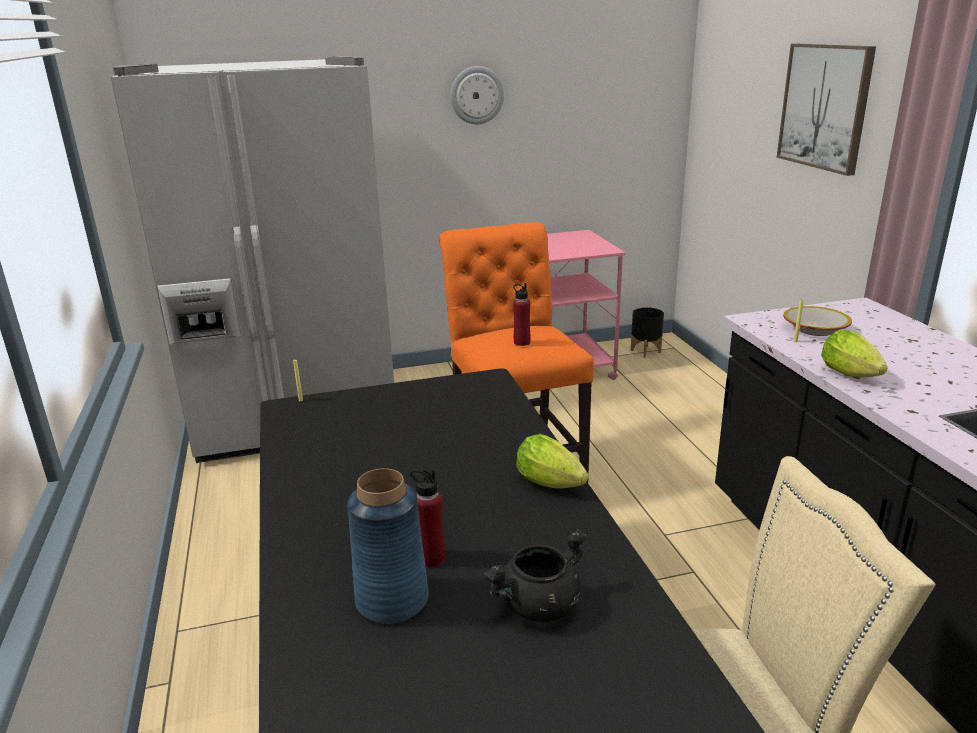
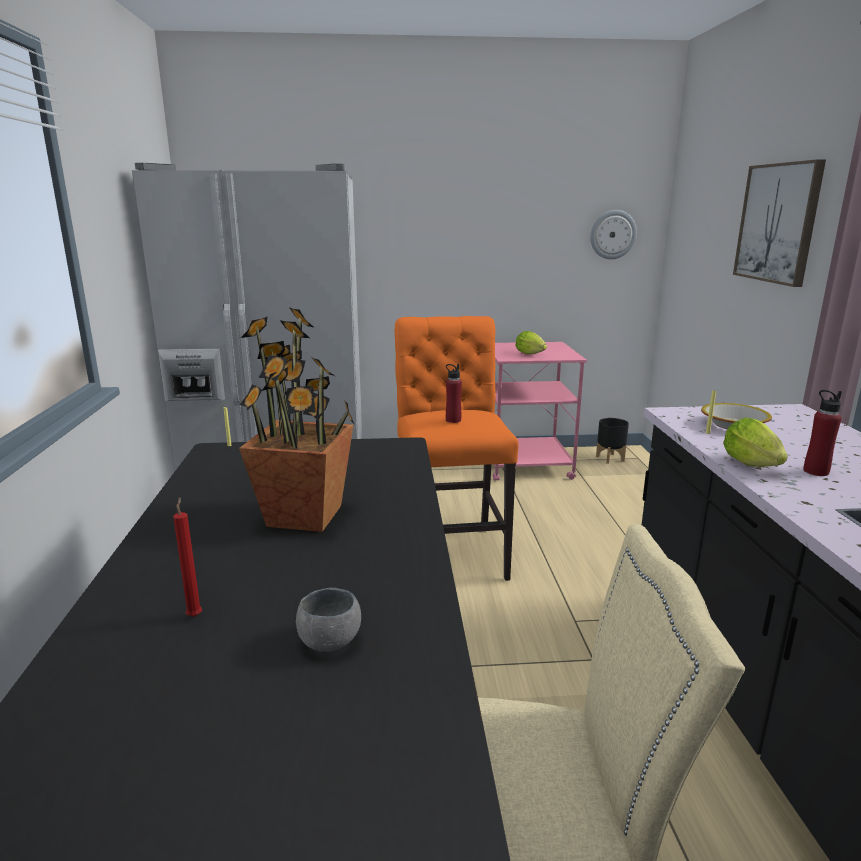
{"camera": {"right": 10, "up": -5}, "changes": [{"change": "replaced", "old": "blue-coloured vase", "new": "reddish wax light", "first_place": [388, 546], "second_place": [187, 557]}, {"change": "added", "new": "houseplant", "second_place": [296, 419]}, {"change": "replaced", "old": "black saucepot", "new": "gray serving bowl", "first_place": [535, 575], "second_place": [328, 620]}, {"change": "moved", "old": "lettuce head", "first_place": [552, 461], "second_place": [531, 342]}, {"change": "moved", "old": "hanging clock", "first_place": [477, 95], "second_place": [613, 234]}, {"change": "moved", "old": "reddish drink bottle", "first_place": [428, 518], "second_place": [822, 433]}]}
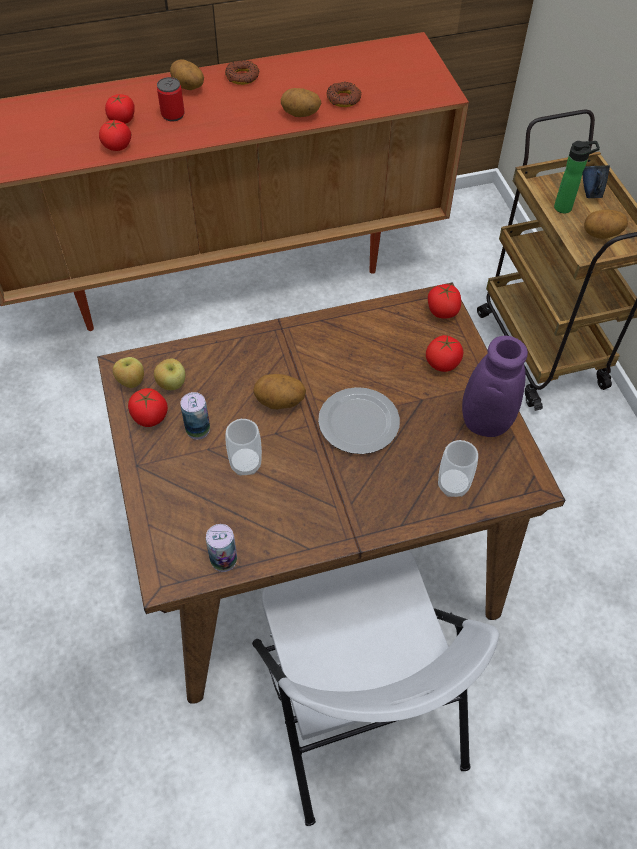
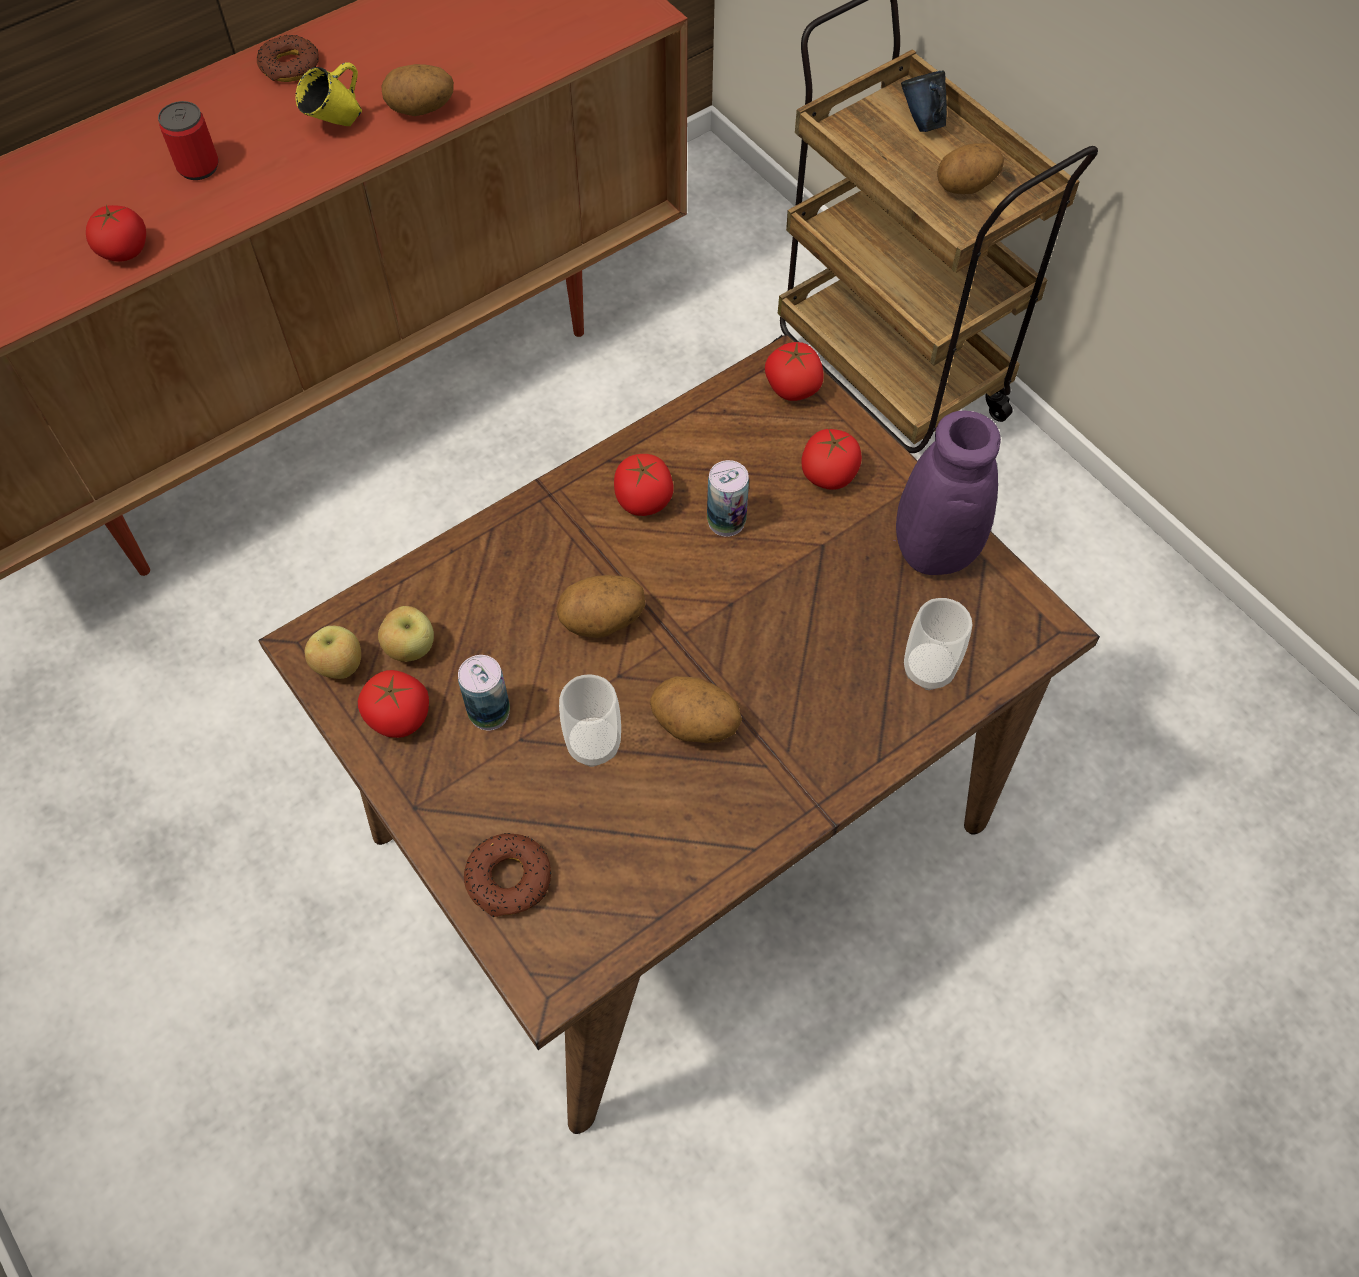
{"camera": {"right": -20, "up": 5}, "changes": [{"change": "added", "new": "yellowish mug", "second_place": [328, 94]}, {"change": "moved", "old": "donut", "first_place": [343, 94], "second_place": [507, 875]}, {"change": "moved", "old": "fresh tomato", "first_place": [120, 109], "second_place": [644, 485]}, {"change": "moved", "old": "potato", "first_place": [187, 74], "second_place": [696, 709]}, {"change": "moved", "old": "can", "first_place": [221, 548], "second_place": [728, 498]}, {"change": "removed", "old": "white upright chair", "first_place": [375, 688]}, {"change": "removed", "old": "flat dish", "first_place": [359, 420]}, {"change": "removed", "old": "drink bottle", "first_place": [577, 177]}]}
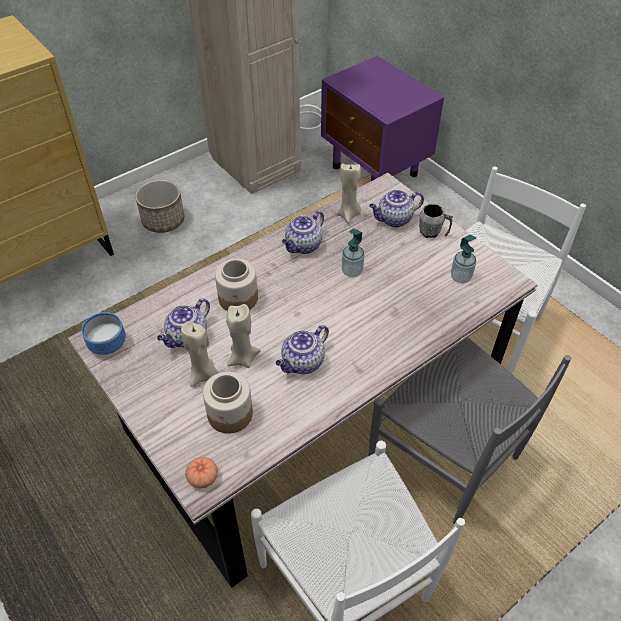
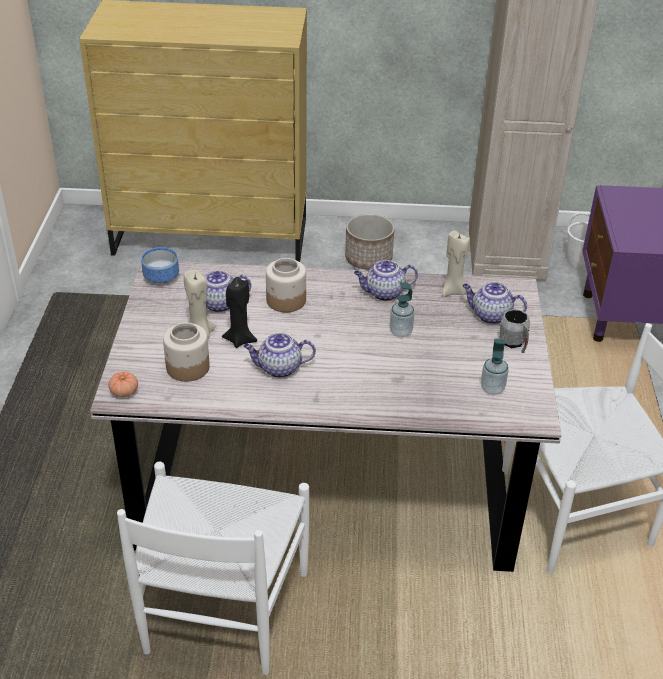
{"camera": {"right": 40, "up": -10}, "changes": [{"change": "recoloured", "old": "beige wax light", "new": "black wax light", "first_place": [243, 336], "second_place": [239, 312]}, {"change": "removed", "old": "gray upright chair", "first_place": [469, 431]}]}
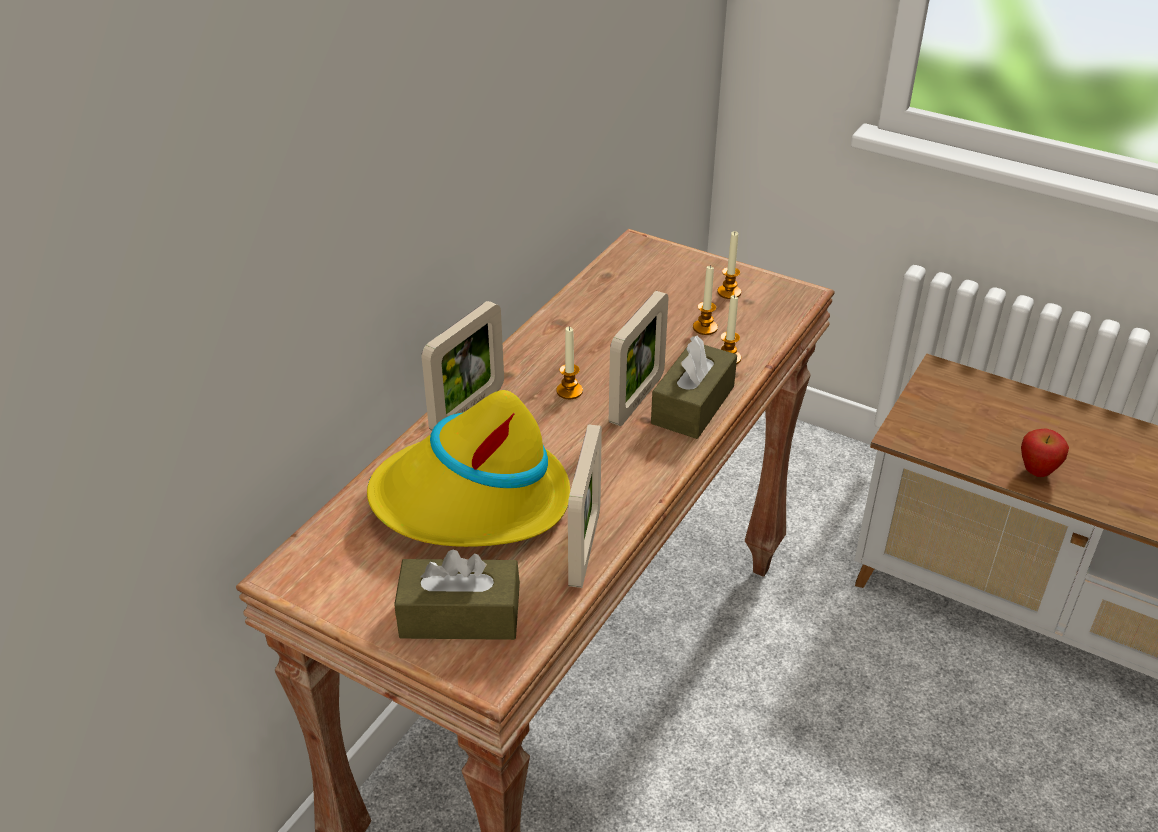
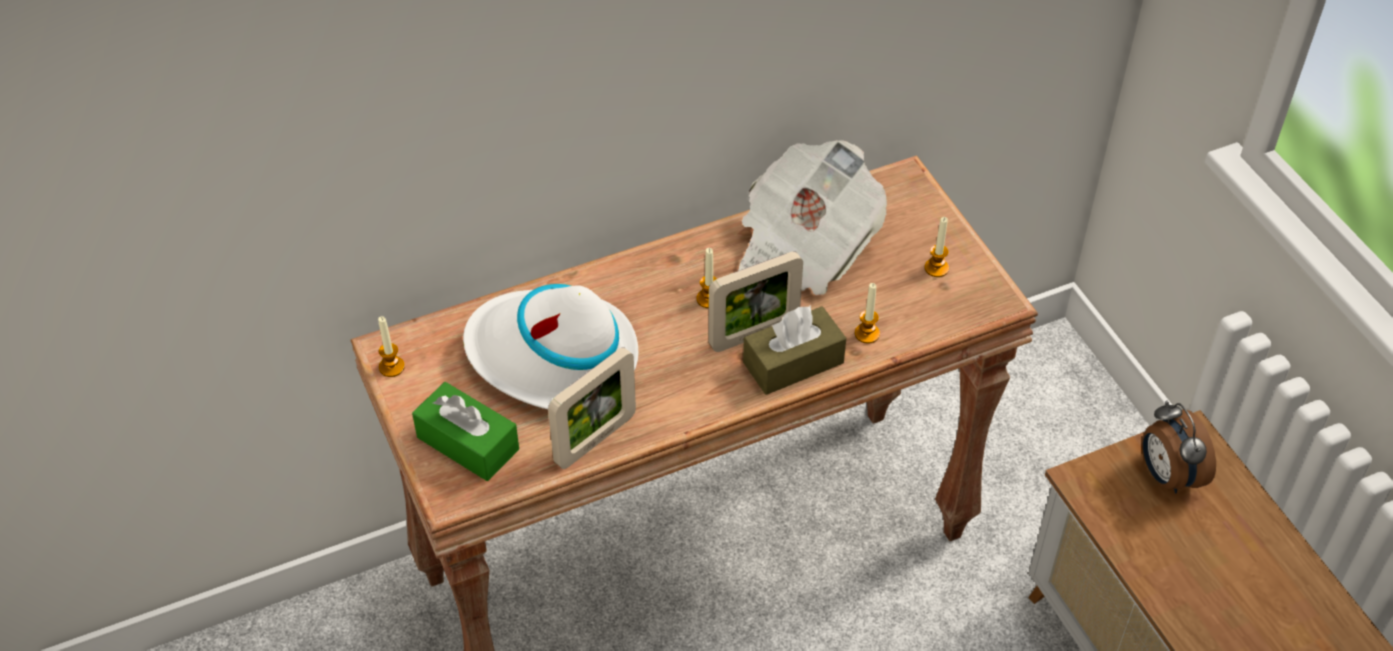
{"camera": {"right": 35, "up": 10}, "changes": [{"change": "moved", "old": "wax light", "first_place": [705, 300], "second_place": [391, 346]}, {"change": "recoloured", "old": "brown-coloured tissue box", "new": "greenish tissue box", "first_place": [457, 594], "second_place": [465, 431]}, {"change": "recoloured", "old": "yellowish hat", "new": "white hat", "first_place": [468, 468], "second_place": [550, 346]}, {"change": "added", "new": "daily paper", "second_place": [812, 217]}, {"change": "added", "new": "bedside clock", "second_place": [1179, 447]}, {"change": "removed", "old": "picture frame", "first_place": [463, 366]}, {"change": "removed", "old": "apple", "first_place": [1045, 452]}]}
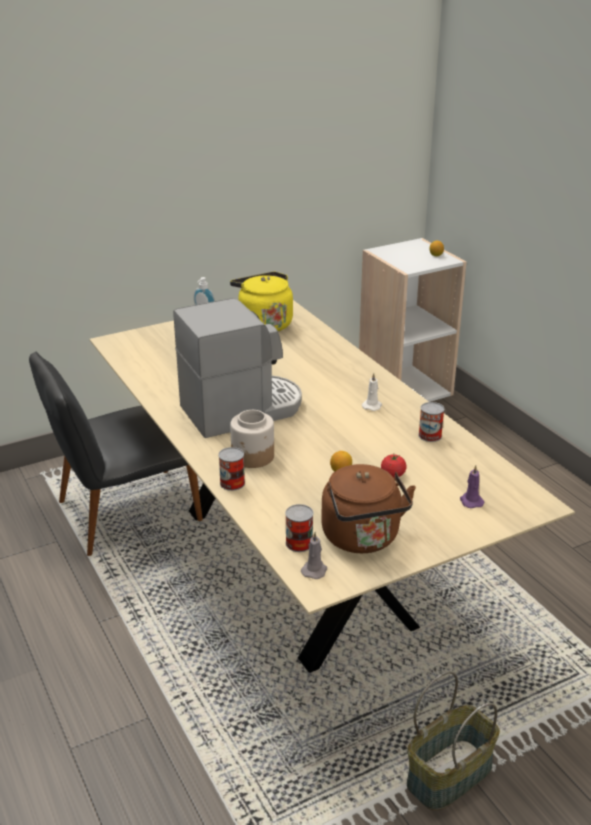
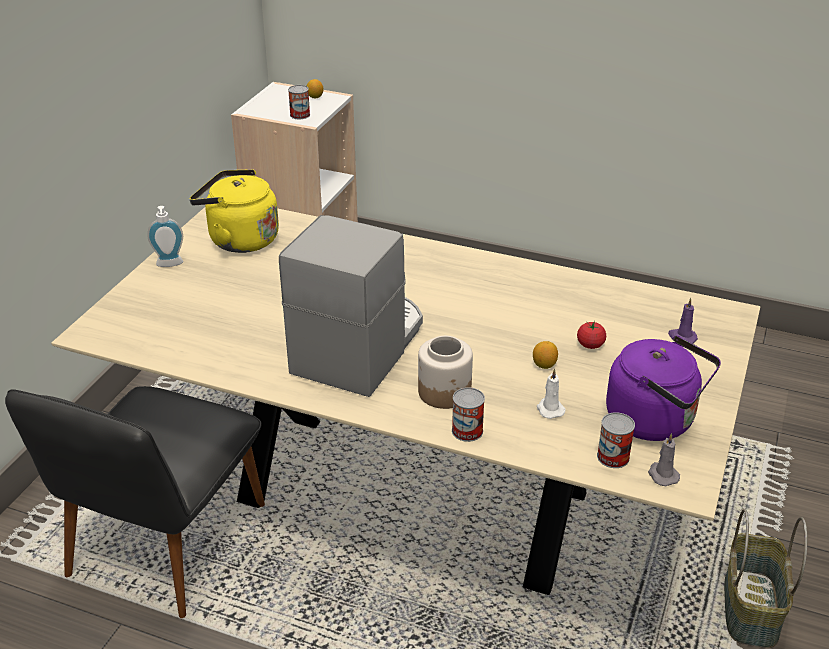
{"camera": {"right": -40, "up": 5}, "changes": [{"change": "moved", "old": "can", "first_place": [431, 422], "second_place": [299, 102]}, {"change": "moved", "old": "white wax light", "first_place": [372, 392], "second_place": [551, 393]}, {"change": "recoloured", "old": "brown-coloured kettle", "new": "purplish kettle", "first_place": [368, 508], "second_place": [663, 388]}]}
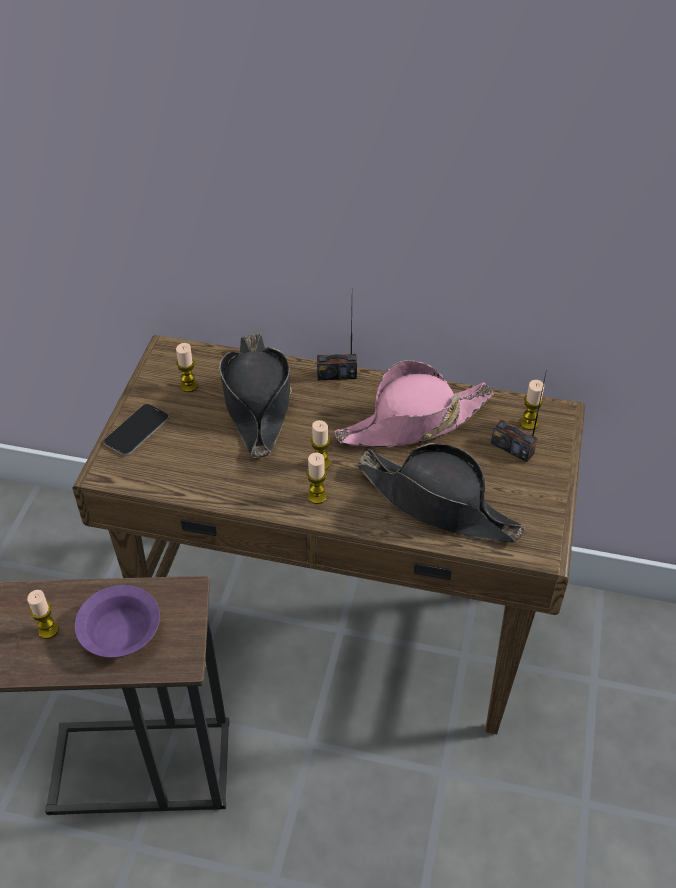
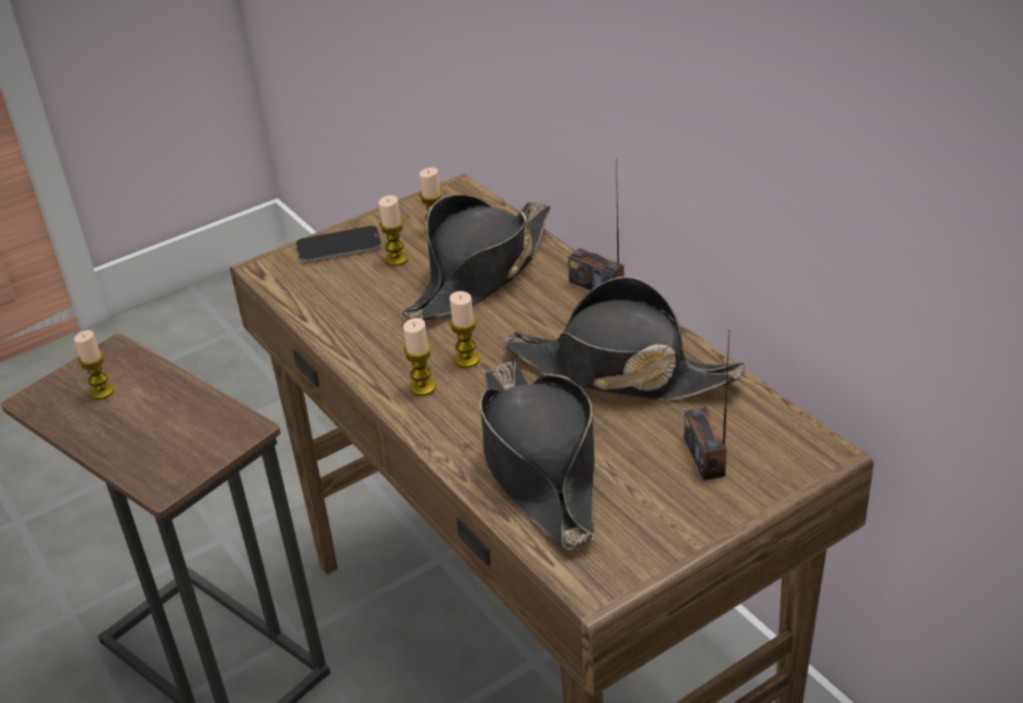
{"camera": {"right": 45, "up": -10}, "changes": [{"change": "moved", "old": "wax light", "first_place": [532, 405], "second_place": [393, 230]}, {"change": "recoloured", "old": "pink hat", "new": "black hat", "first_place": [414, 404], "second_place": [624, 338]}, {"change": "removed", "old": "purplish serving bowl", "first_place": [117, 621]}]}
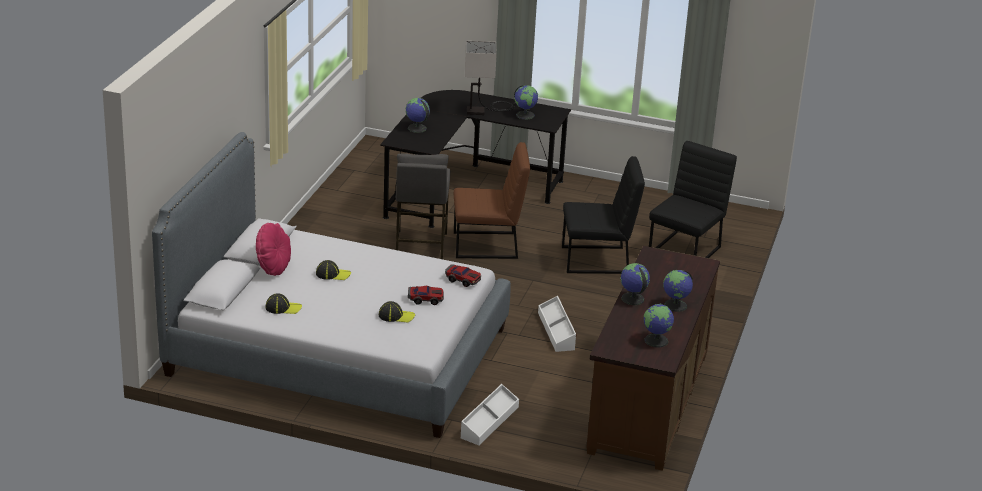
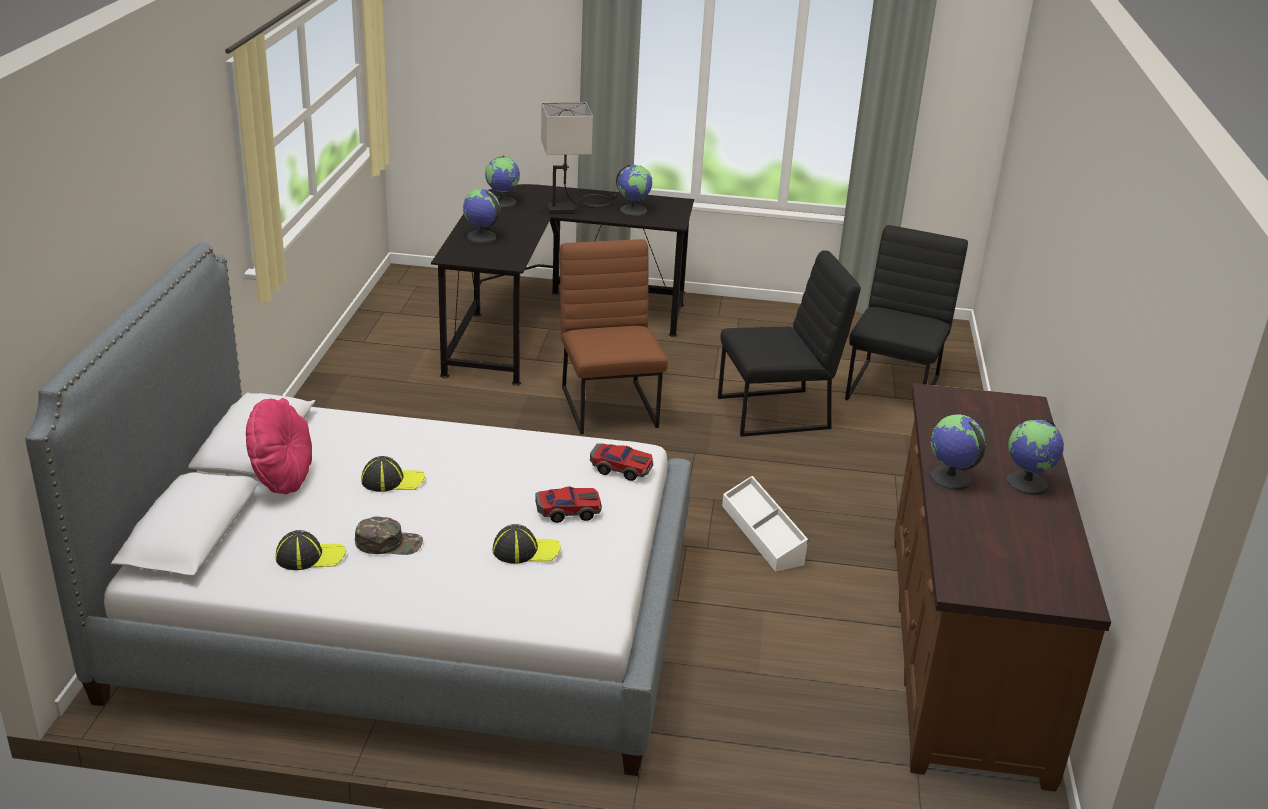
{"camera": {"right": -10, "up": 0}, "changes": [{"change": "added", "new": "greenish cap", "second_place": [389, 535]}, {"change": "moved", "old": "globe", "first_place": [659, 325], "second_place": [502, 181]}, {"change": "turned", "old": "brown-coloured upright chair", "first_place": [492, 200], "second_place": [614, 336], "degrees": -90}, {"change": "removed", "old": "gray stool seat", "first_place": [423, 206]}, {"change": "removed", "old": "white storage container", "first_place": [490, 414]}]}
